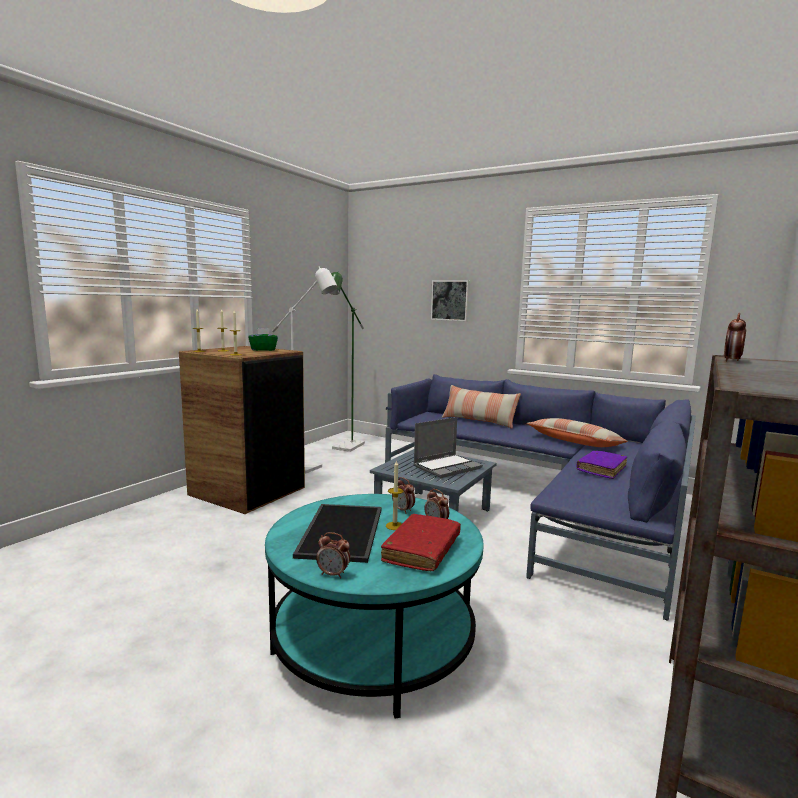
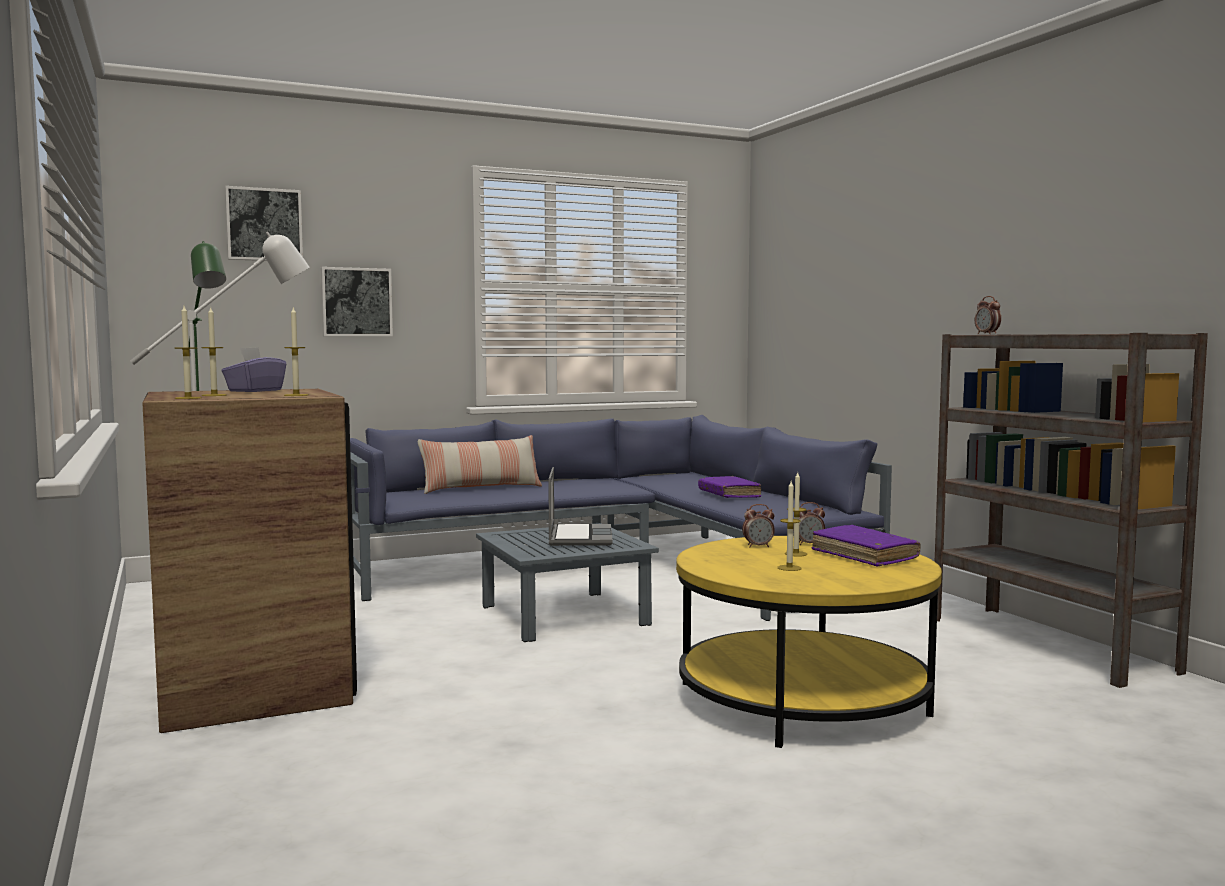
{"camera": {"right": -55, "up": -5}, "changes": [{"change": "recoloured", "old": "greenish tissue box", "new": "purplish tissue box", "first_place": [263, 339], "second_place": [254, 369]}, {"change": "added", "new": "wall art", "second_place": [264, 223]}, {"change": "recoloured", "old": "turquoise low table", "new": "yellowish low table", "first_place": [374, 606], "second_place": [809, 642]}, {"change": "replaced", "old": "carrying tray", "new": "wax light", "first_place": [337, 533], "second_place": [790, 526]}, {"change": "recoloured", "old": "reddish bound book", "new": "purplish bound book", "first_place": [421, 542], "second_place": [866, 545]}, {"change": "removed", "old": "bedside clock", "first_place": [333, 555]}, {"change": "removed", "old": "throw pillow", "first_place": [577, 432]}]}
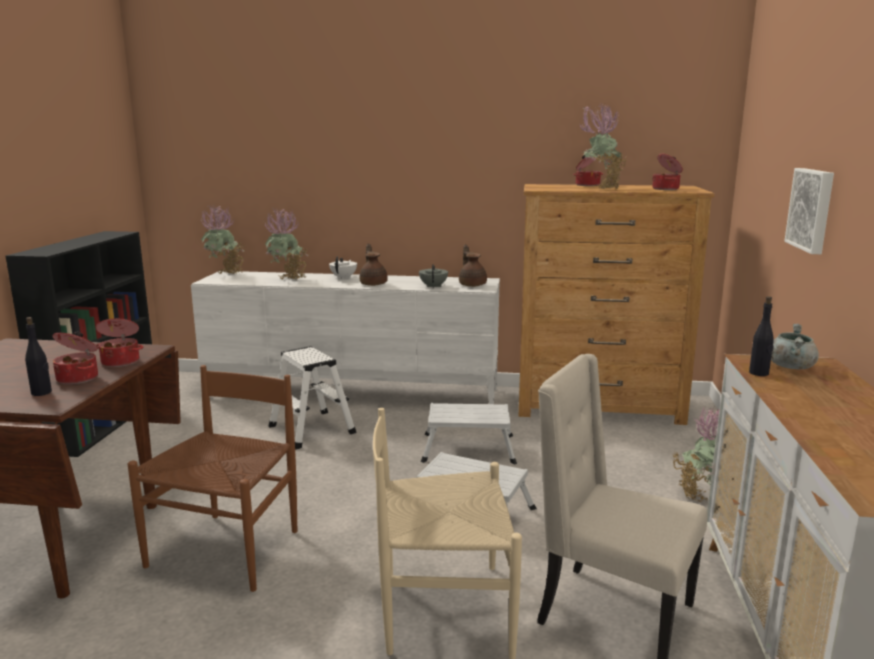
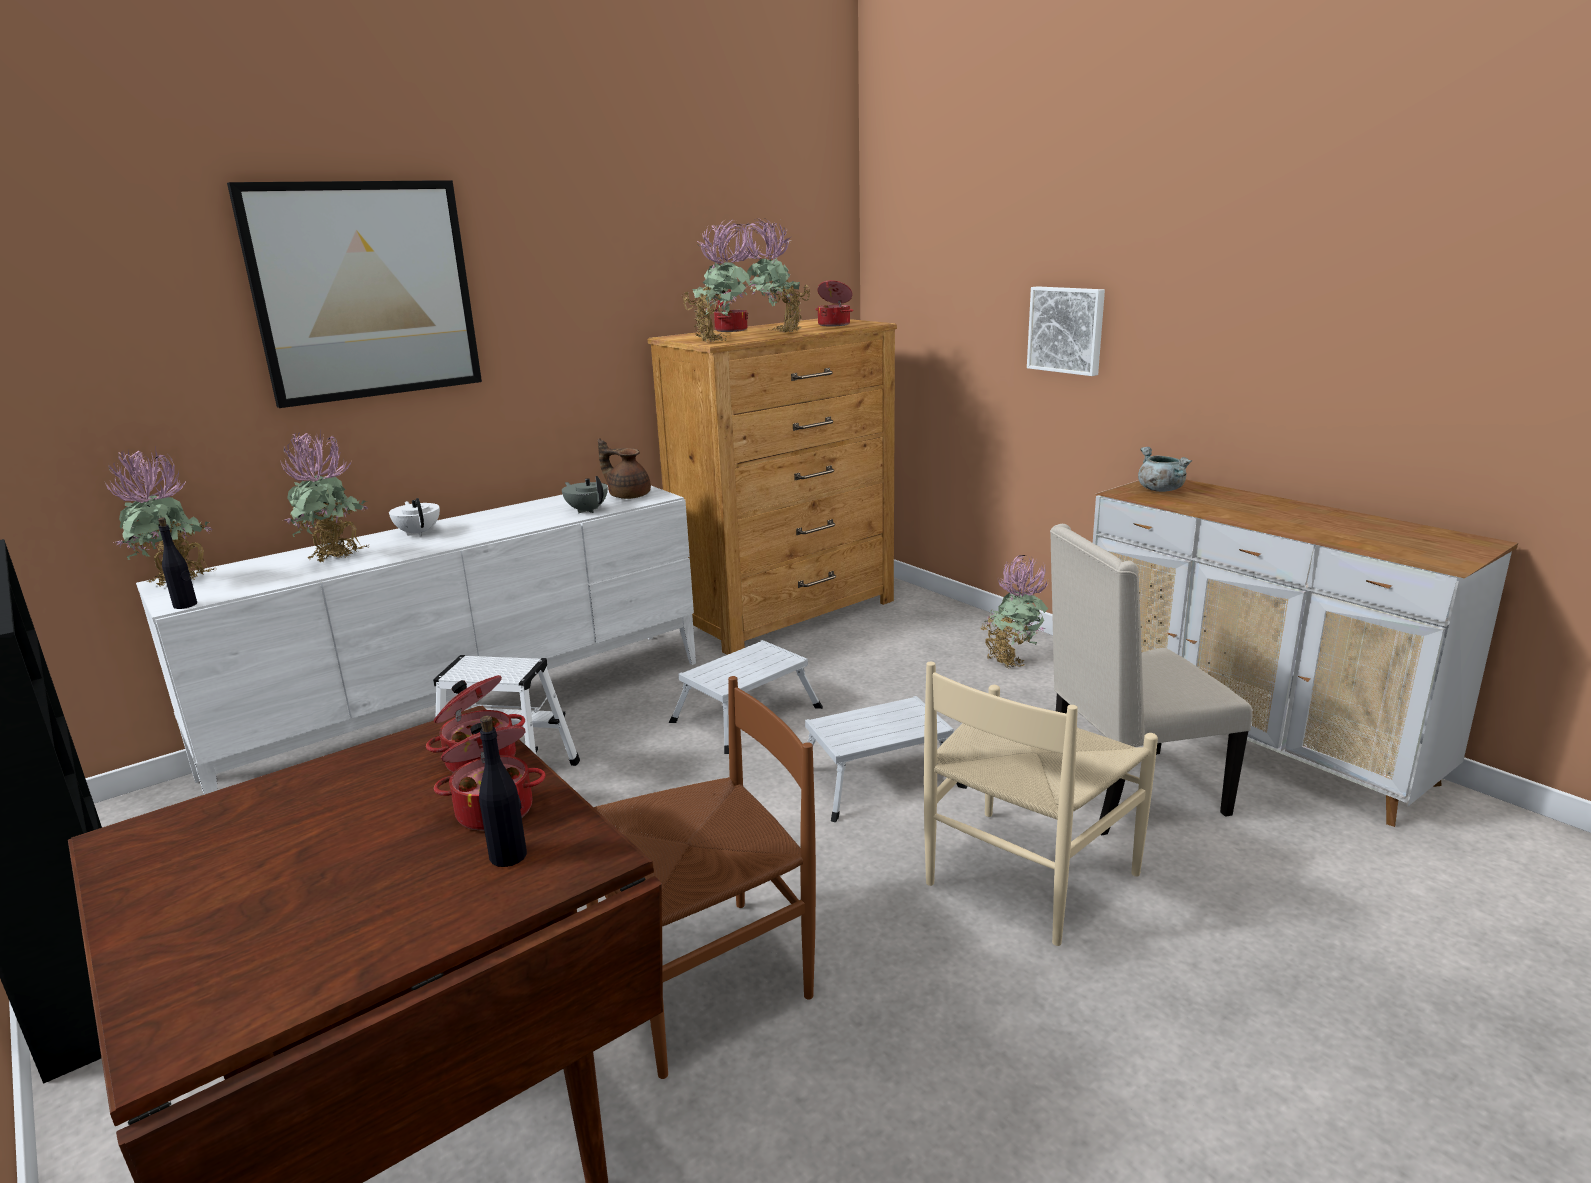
{"camera": {"right": -45, "up": 5}, "changes": [{"change": "moved", "old": "black drink bottle", "first_place": [761, 336], "second_place": [177, 563]}, {"change": "added", "new": "wall art", "second_place": [354, 294]}, {"change": "turned", "old": "brown-coloured upright chair", "first_place": [212, 478], "second_place": [701, 877], "degrees": 90}, {"change": "added", "new": "houseplant", "second_place": [718, 281]}, {"change": "removed", "old": "brown-coloured tea pot", "first_place": [373, 264]}]}
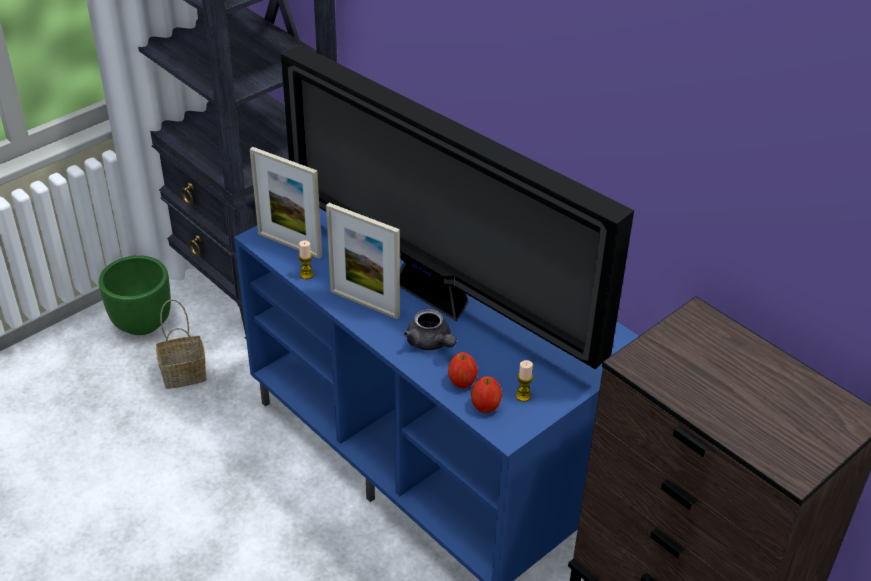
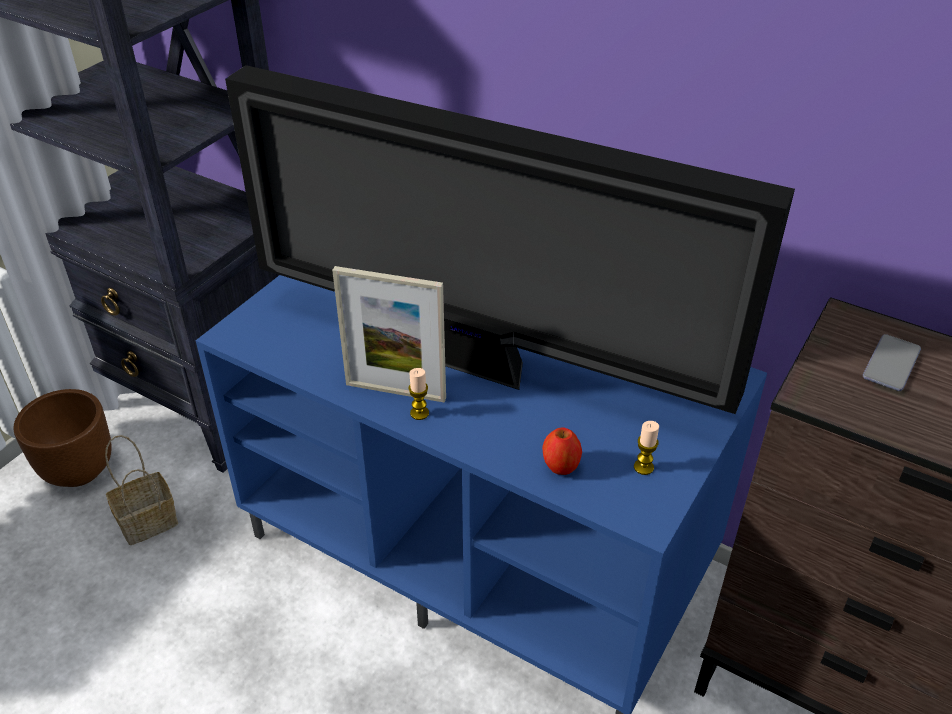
{"camera": {"right": -15, "up": 0}, "changes": [{"change": "recoloured", "old": "greenish flower pot", "new": "brown-coloured flower pot", "first_place": [135, 295], "second_place": [62, 438]}, {"change": "moved", "old": "wax light", "first_place": [306, 259], "second_place": [418, 394]}, {"change": "added", "new": "telephone", "second_place": [892, 362]}, {"change": "removed", "old": "picture frame", "first_place": [286, 203]}, {"change": "removed", "old": "gray tea pot", "first_place": [430, 329]}, {"change": "removed", "old": "apple", "first_place": [486, 394]}]}
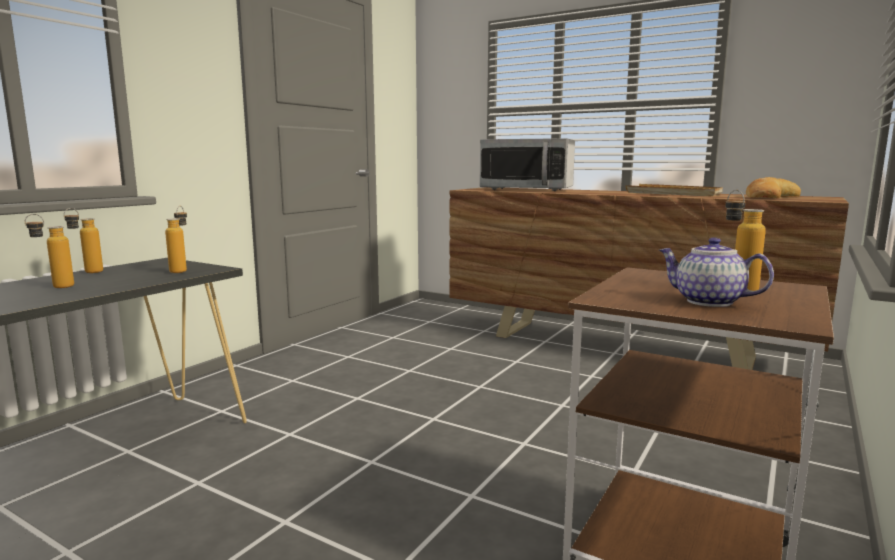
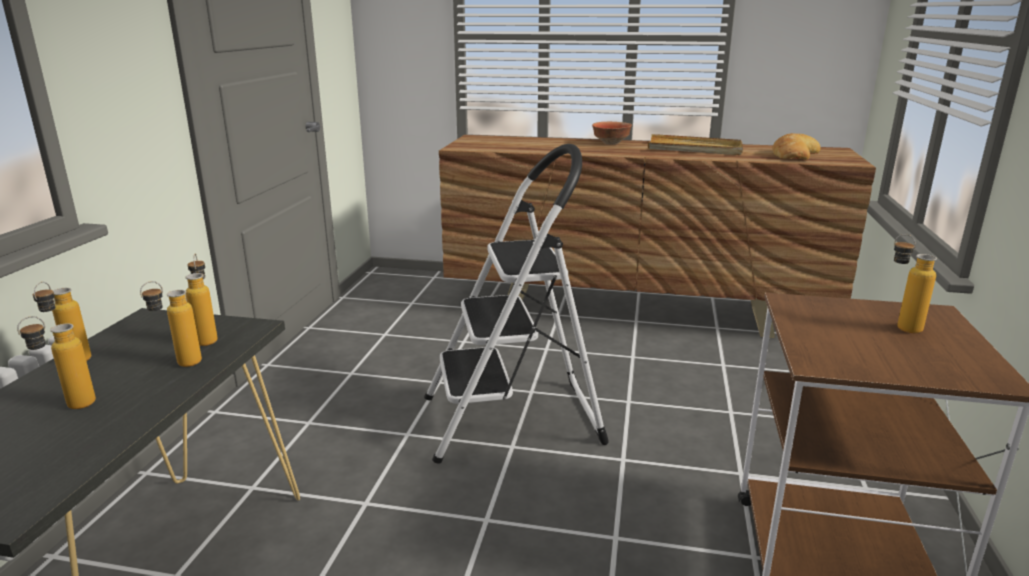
{"camera": {"right": -20, "up": 10}, "changes": [{"change": "added", "new": "drink bottle", "second_place": [171, 324]}, {"change": "added", "new": "step stool", "second_place": [516, 304]}, {"change": "added", "new": "serving bowl", "second_place": [612, 133]}, {"change": "removed", "old": "microwave oven", "first_place": [527, 164]}, {"change": "removed", "old": "tea pot", "first_place": [716, 272]}]}
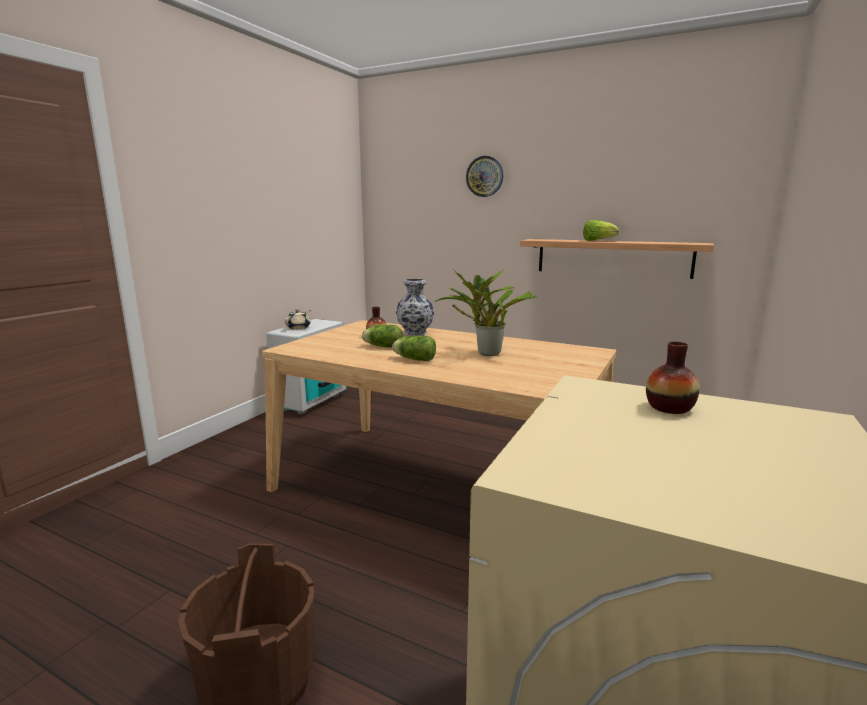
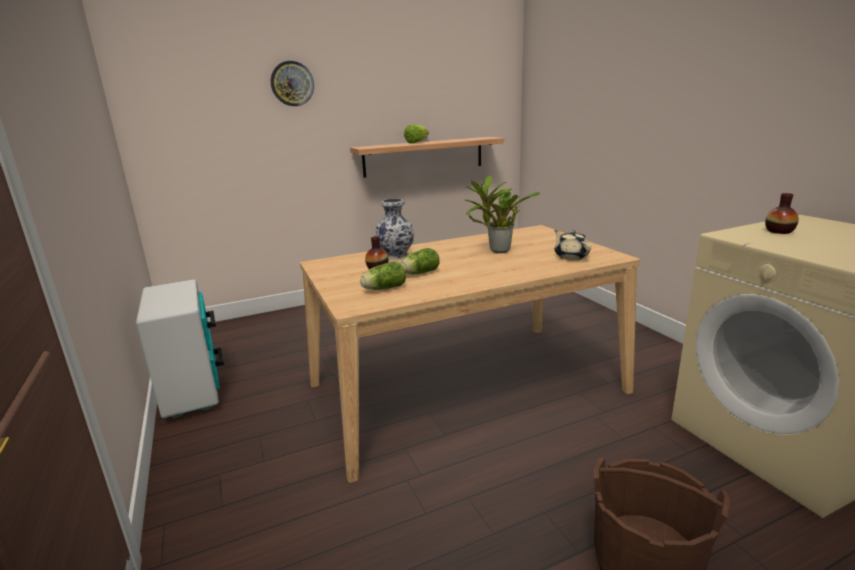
{"camera": {"right": -50, "up": 5}, "changes": [{"change": "moved", "old": "lettuce head", "first_place": [414, 348], "second_place": [383, 276]}, {"change": "moved", "old": "beige tea pot", "first_place": [297, 319], "second_place": [572, 245]}]}
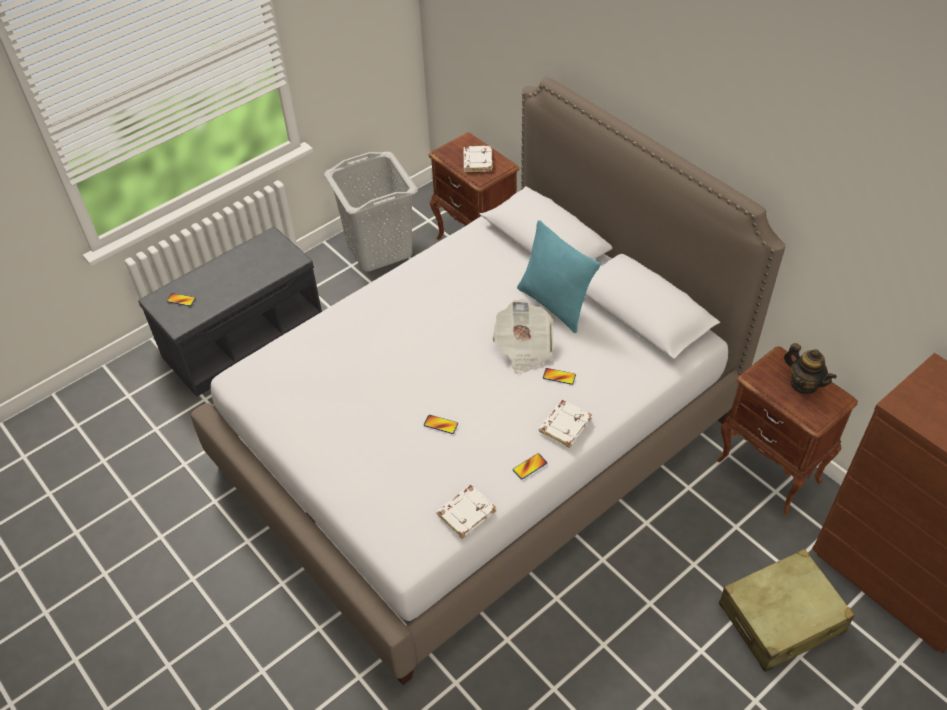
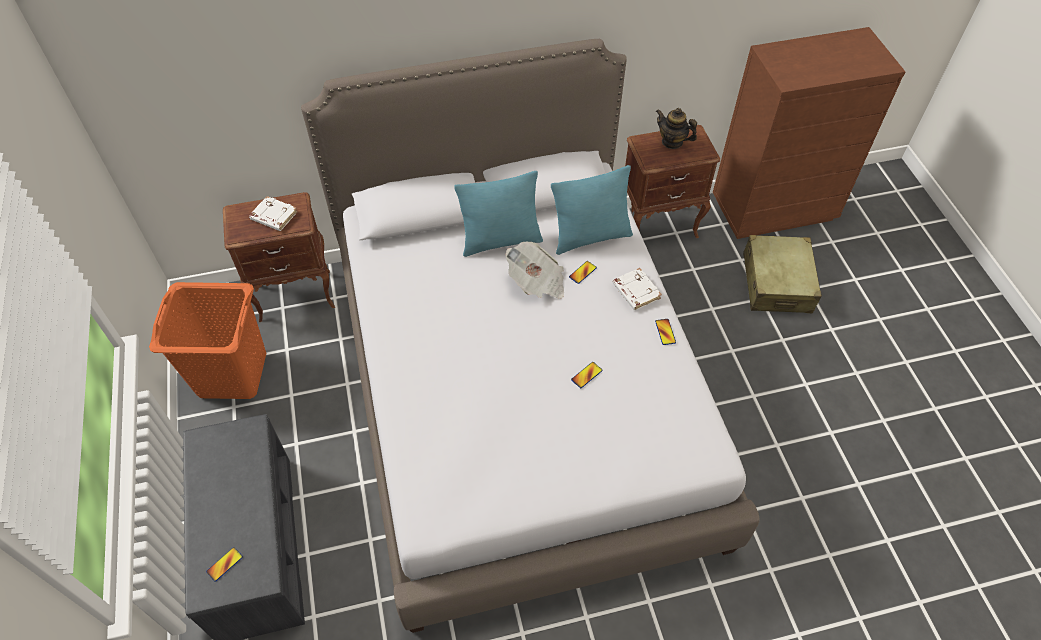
{"camera": {"right": -65, "up": 5}, "changes": [{"change": "recoloured", "old": "gray hamper", "new": "orange-coloured hamper", "first_place": [371, 211], "second_place": [207, 340]}, {"change": "added", "new": "turquoise throw pillow", "second_place": [592, 210]}, {"change": "turned", "old": "tea pot", "first_place": [810, 368], "second_place": [676, 128], "degrees": -135}, {"change": "removed", "old": "white bound book", "first_place": [466, 512]}]}
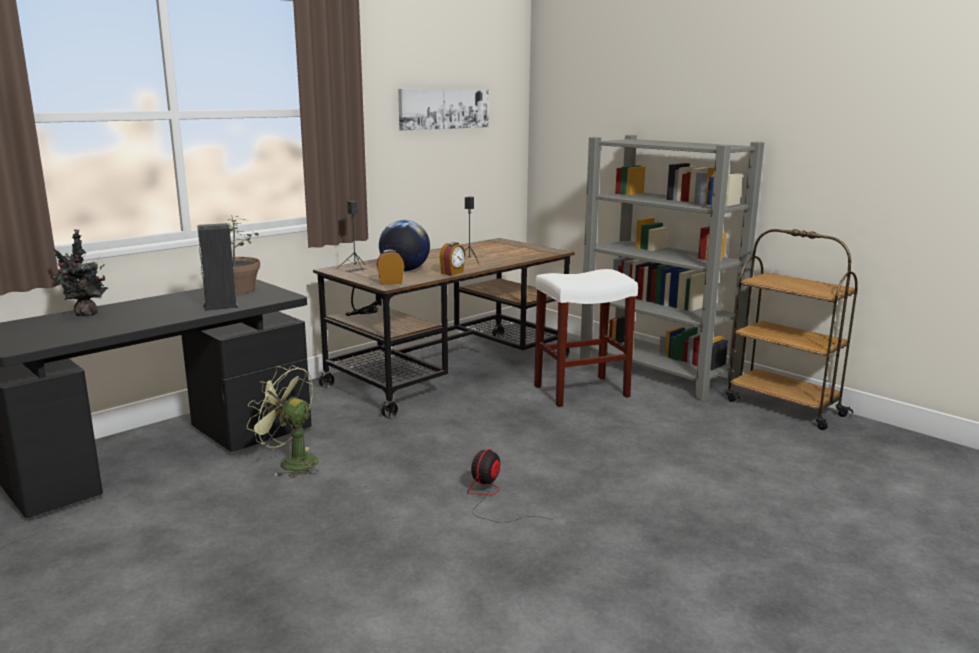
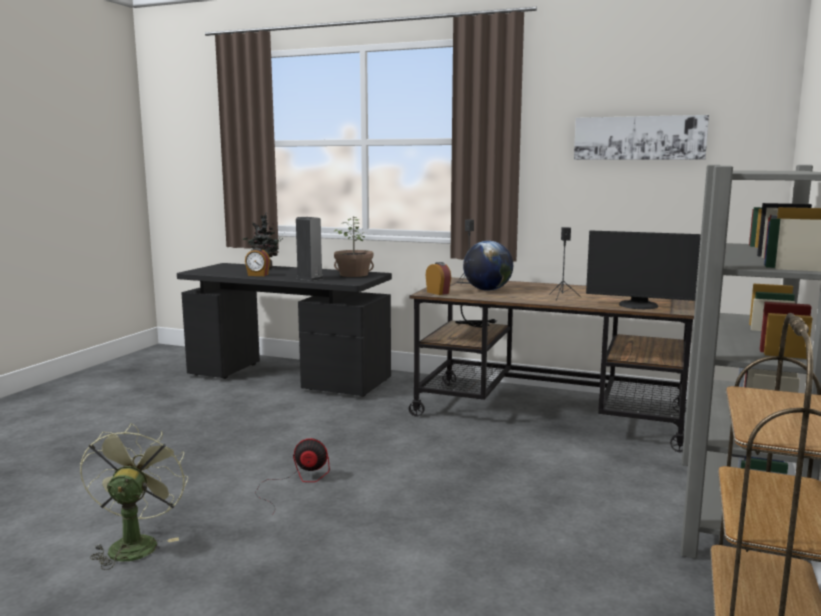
{"camera": {"right": 65, "up": -5}, "changes": [{"change": "moved", "old": "greenish electric fan", "first_place": [283, 421], "second_place": [134, 496]}, {"change": "moved", "old": "bedside clock", "first_place": [452, 259], "second_place": [257, 262]}, {"change": "added", "new": "computer screen", "second_place": [643, 269]}, {"change": "removed", "old": "white stool seat", "first_place": [586, 338]}]}
